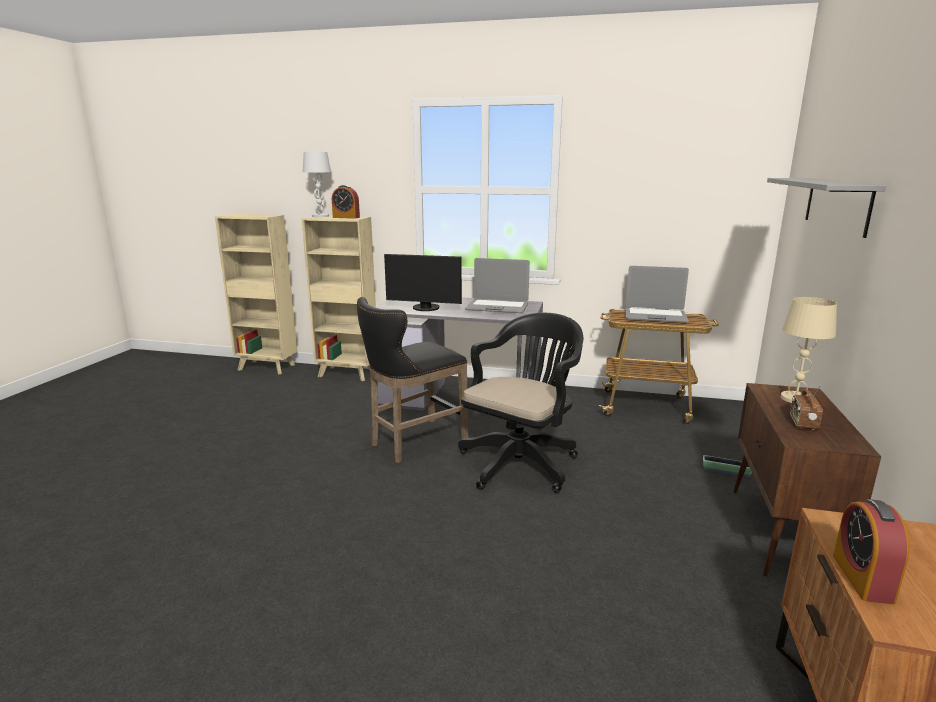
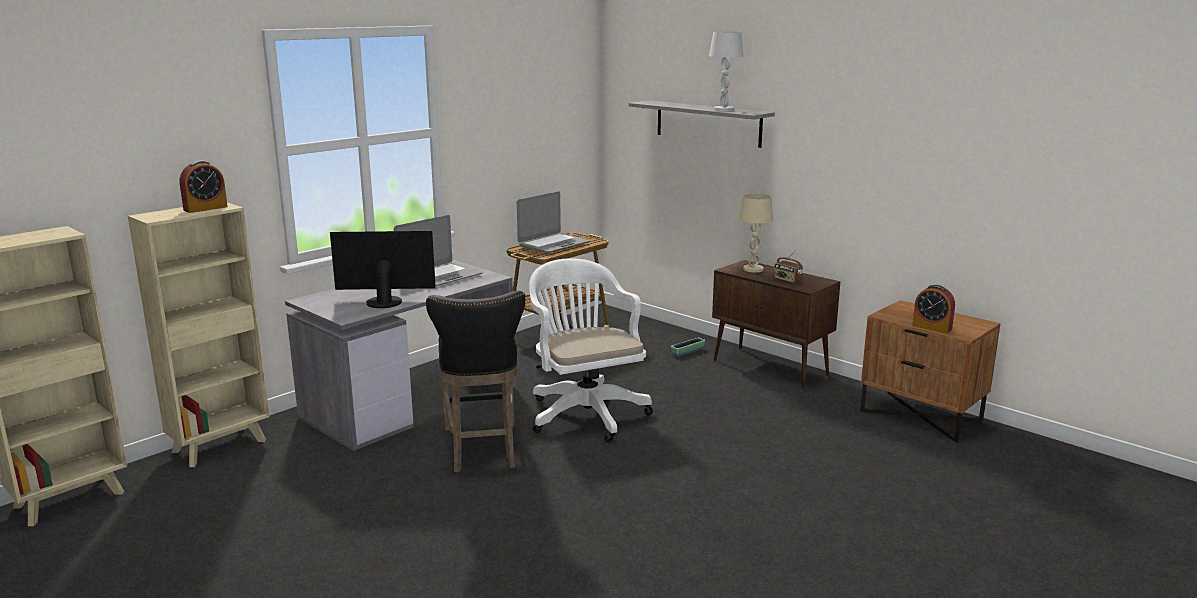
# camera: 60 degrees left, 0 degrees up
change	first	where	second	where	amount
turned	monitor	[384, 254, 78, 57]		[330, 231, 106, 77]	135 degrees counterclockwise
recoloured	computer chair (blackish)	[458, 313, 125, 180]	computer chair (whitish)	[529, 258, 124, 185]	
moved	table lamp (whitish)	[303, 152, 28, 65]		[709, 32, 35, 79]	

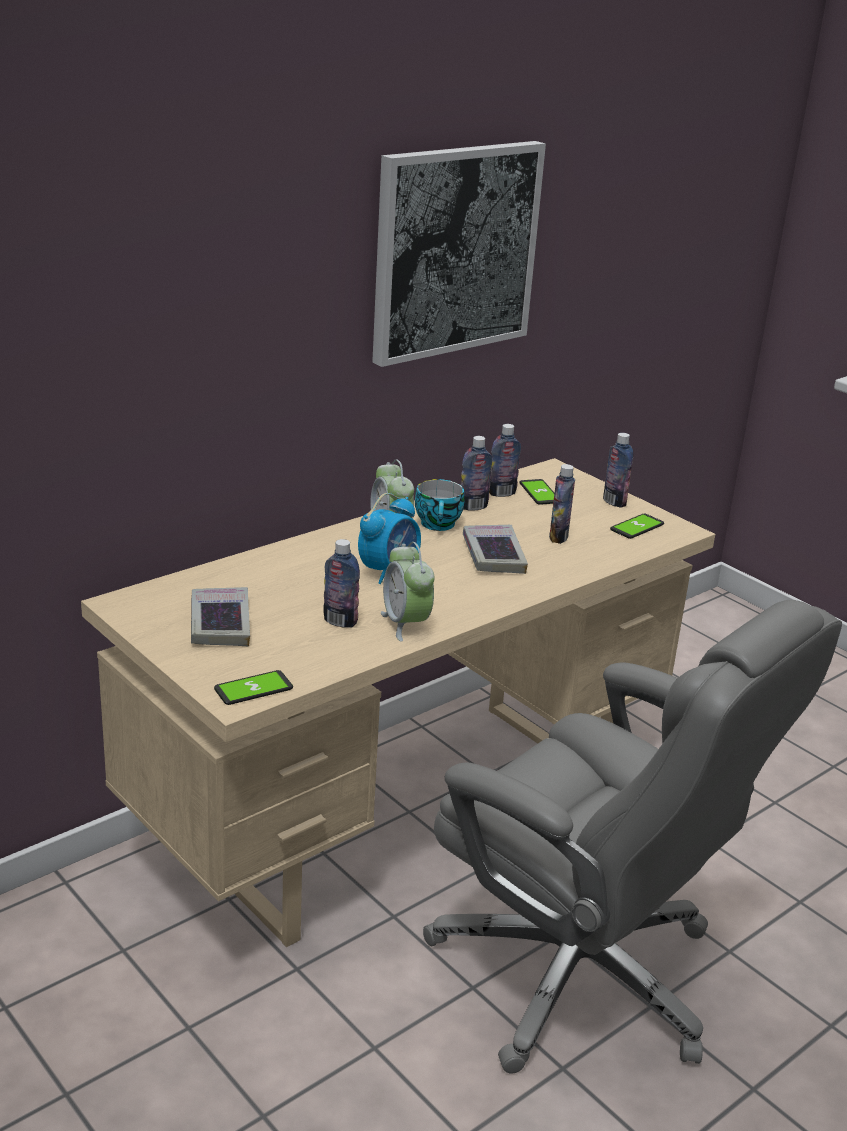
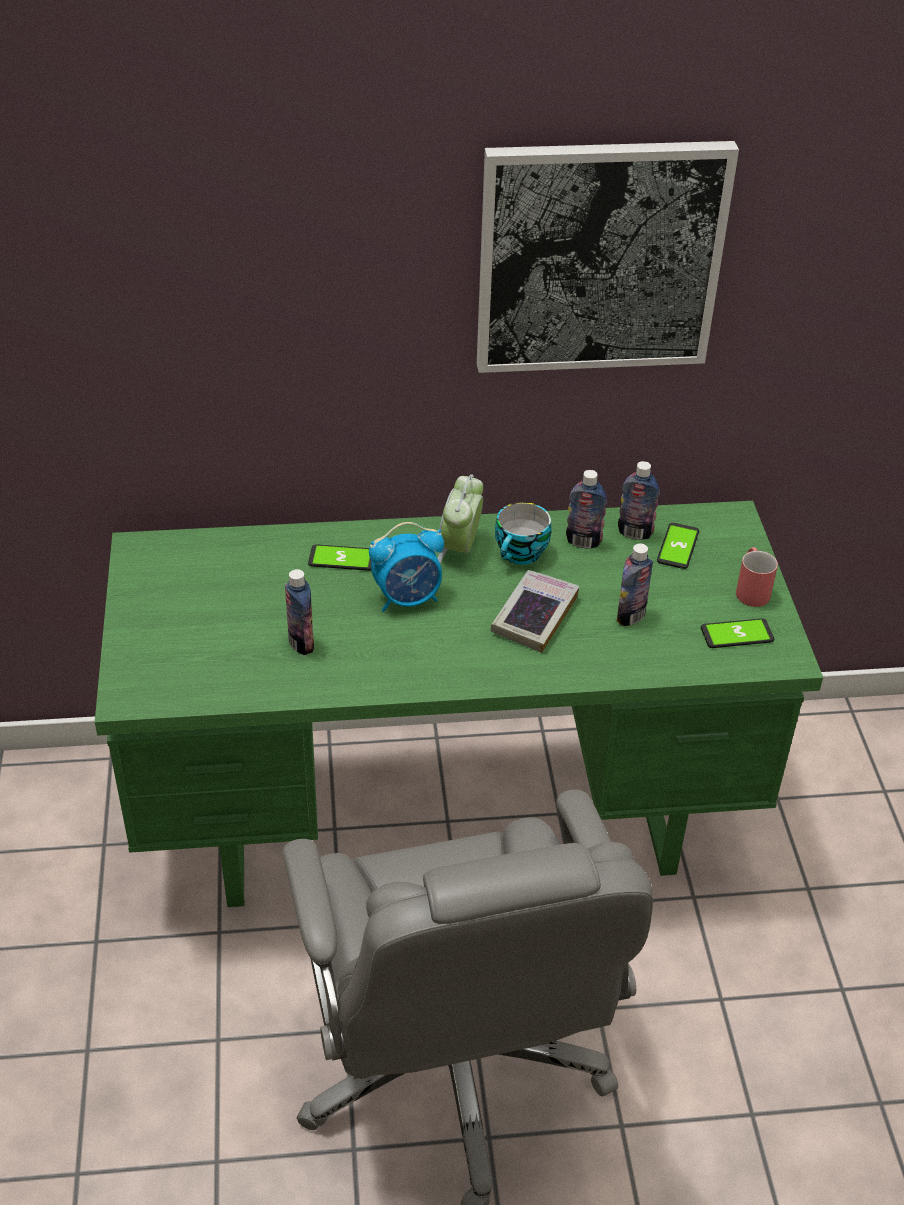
# camera: 35 degrees right, 15 degrees up
change	first	where	second	where	amount
recoloured	desk table (beige)	[81, 458, 634, 489]	desk table (green-coloured)	[95, 501, 728, 406]	
moved	handset	[214, 670, 79, 35]		[308, 544, 64, 27]	
replaced	drink bottle	[603, 433, 30, 75]	tea mug (reddish)	[736, 547, 42, 60]	
removed	volume	[191, 587, 59, 59]			
removed	bedside clock	[381, 542, 54, 100]			

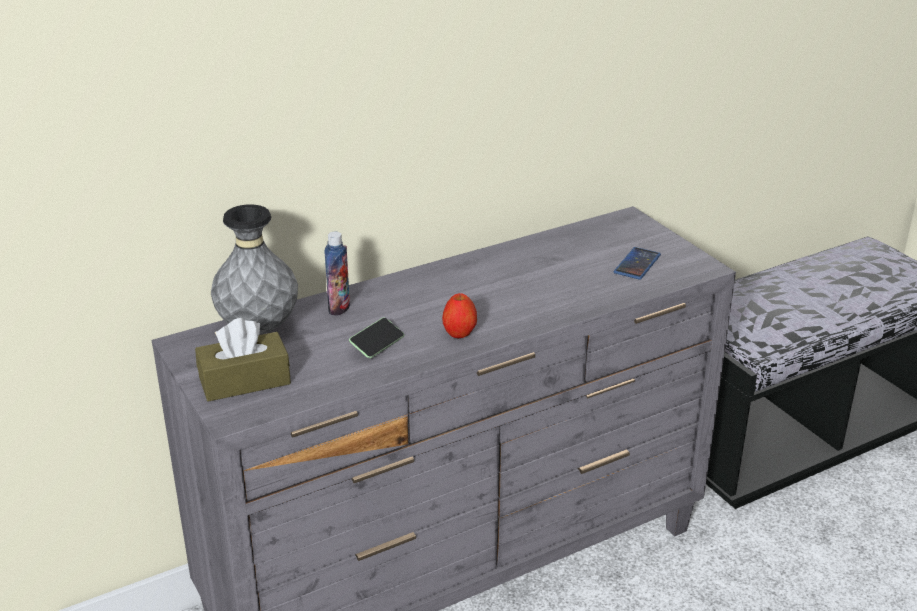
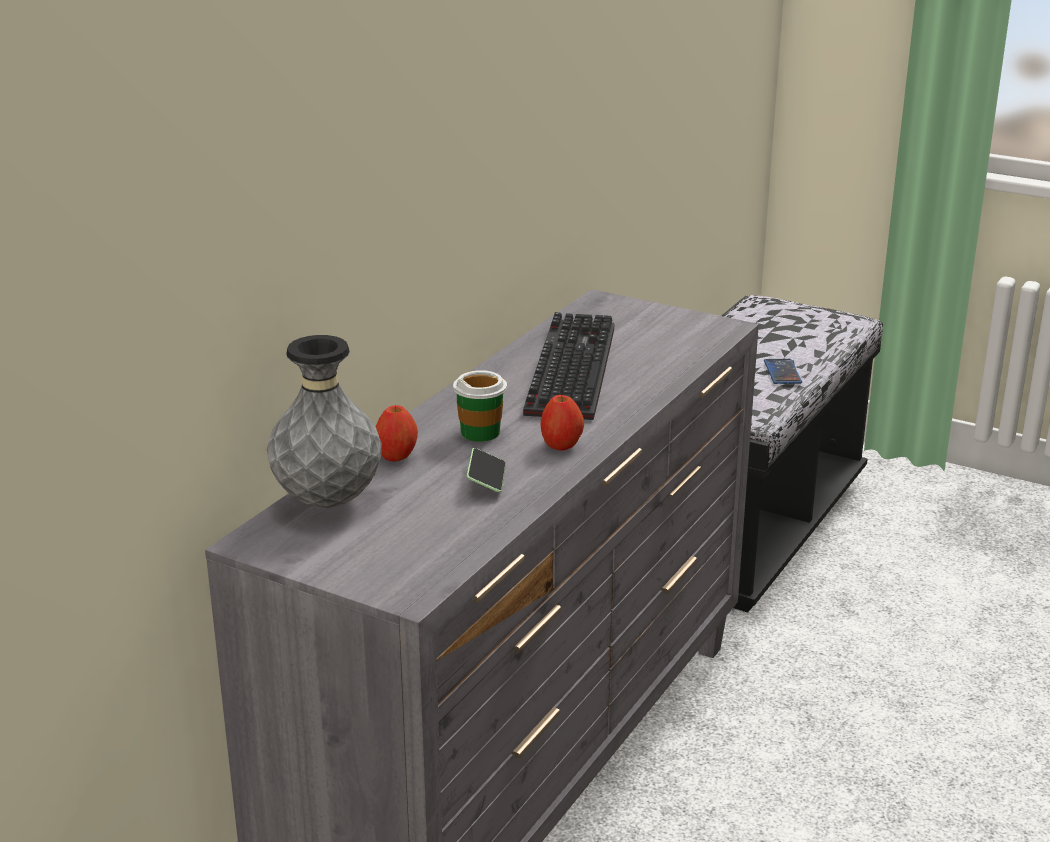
# camera: 30 degrees left, 5 degrees down
change	first	where	second	where	amount
replaced	drink bottle	[324, 232, 26, 84]	apple	[376, 405, 42, 57]	
added			small cup	[453, 370, 54, 72]	
added			PC keyboard	[523, 312, 92, 108]	
moved	handset	[614, 247, 47, 33]		[764, 359, 38, 25]	
removed	tissue box (brown)	[195, 318, 96, 84]			

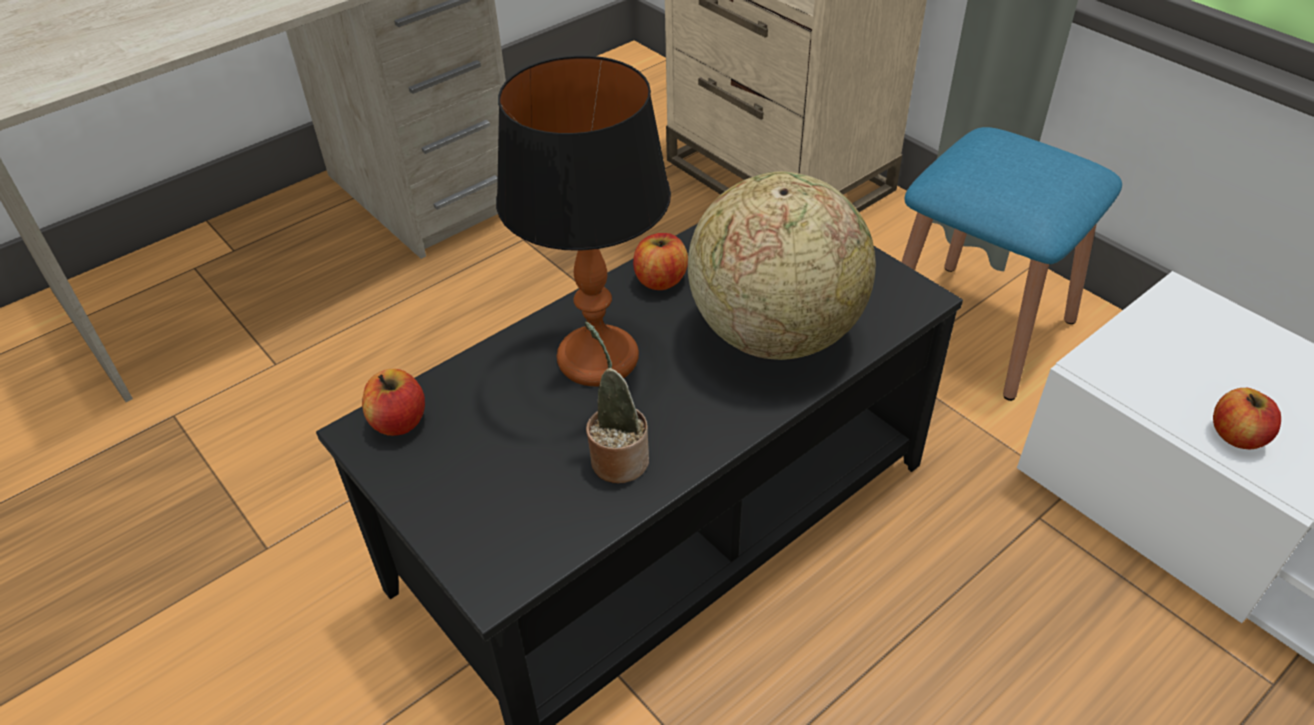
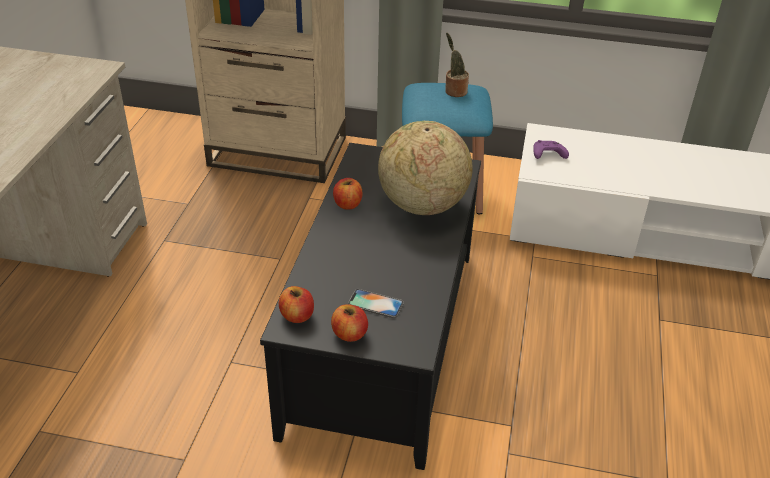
# camera: 40 degrees left, 5 degrees down
change	first	where	second	where	amount
moved	apple	[1213, 388, 68, 61]		[331, 304, 37, 38]	
added			handset	[348, 289, 56, 29]	
moved	houseplant	[585, 322, 64, 161]		[445, 32, 24, 65]	
added			game controller (purple-coloured)	[533, 140, 36, 19]	
removed	table lamp	[496, 56, 175, 330]			

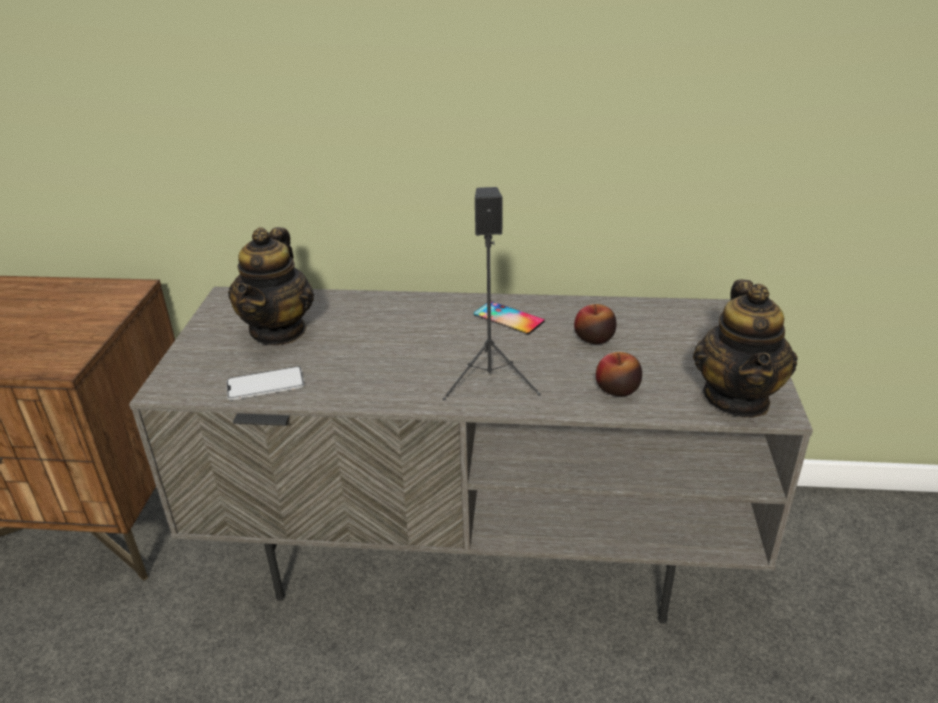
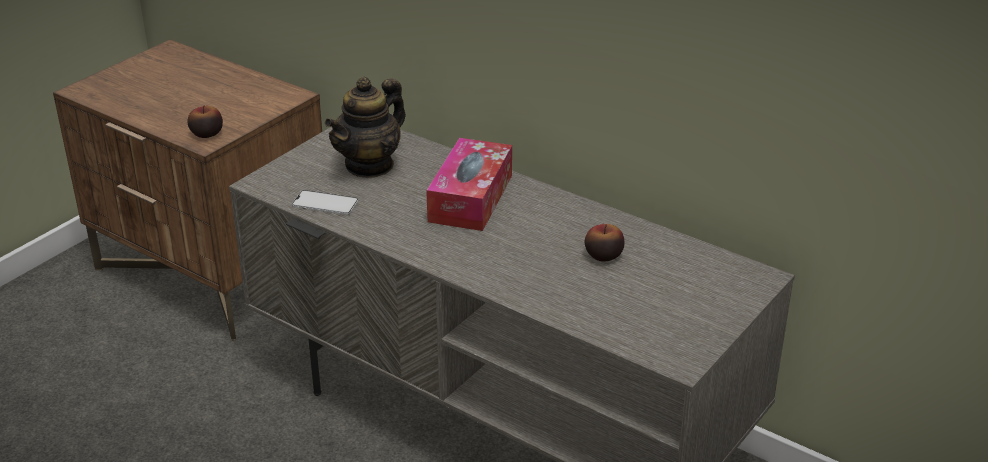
# camera: 30 degrees right, 0 degrees up
change	first	where	second	where	amount
moved	apple	[596, 352, 46, 44]		[187, 106, 36, 32]	
added			tissue box	[426, 138, 86, 93]	
removed	loudspeaker (blackish)	[443, 187, 98, 213]			
removed	handset	[474, 301, 71, 33]			
removed	tea pot	[693, 279, 105, 139]			

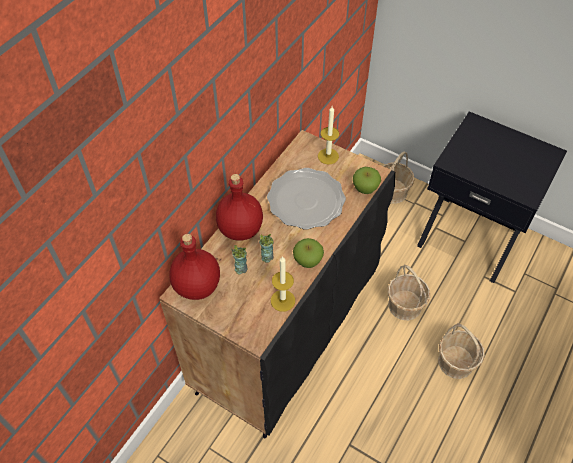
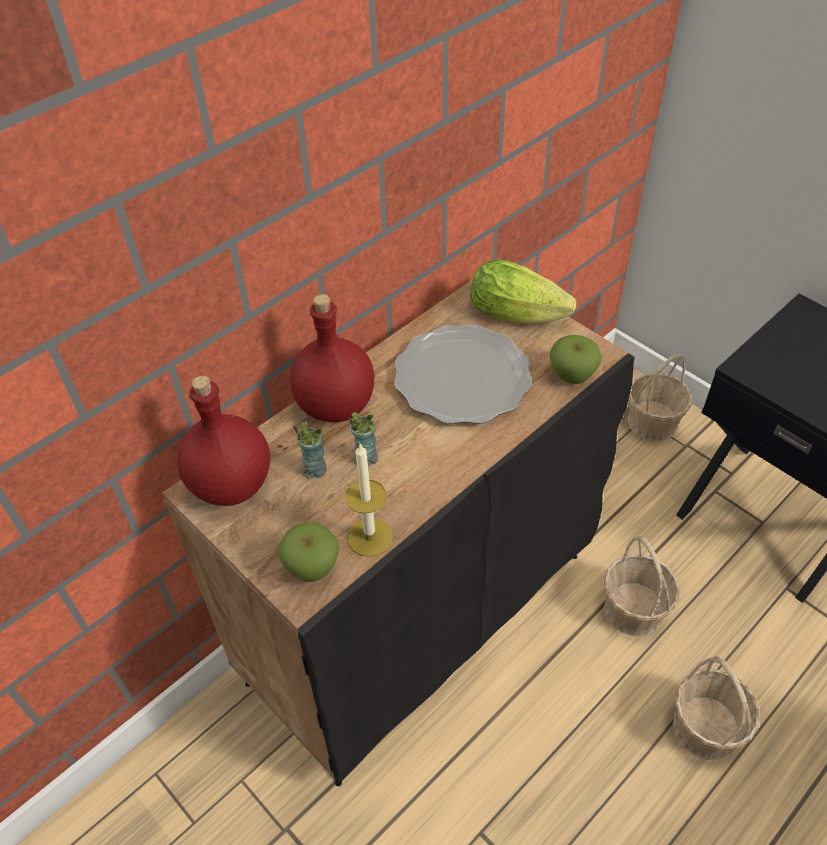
# camera: 15 degrees right, 5 degrees down
change	first	where	second	where	amount
moved	apple	[293, 238, 31, 30]		[277, 523, 62, 59]	
replaced	wax light	[318, 106, 21, 58]	lettuce head	[470, 259, 106, 65]	

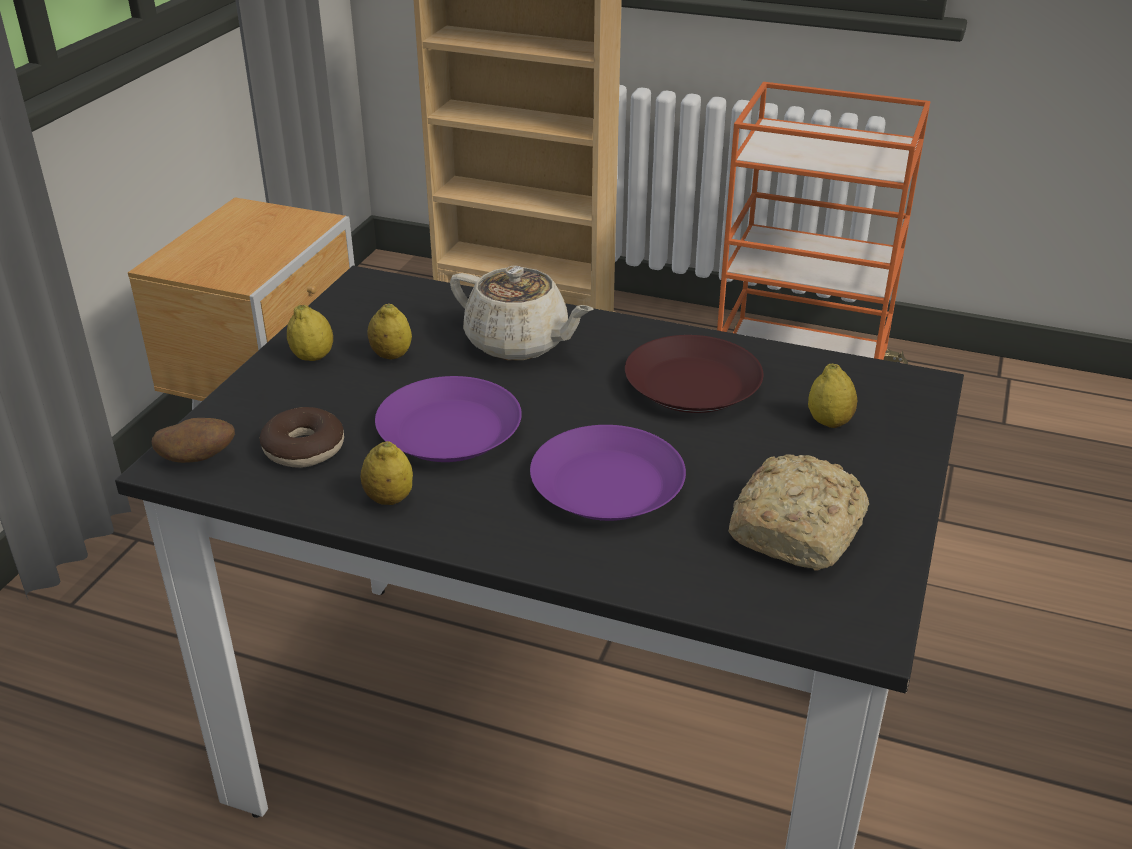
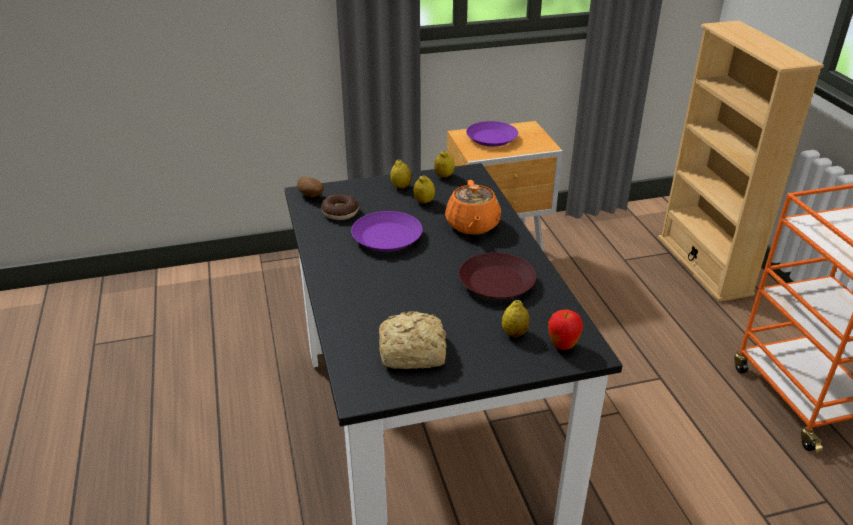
# camera: 55 degrees right, 0 degrees up
change	first	where	second	where	amount
moved	lemon	[360, 441, 53, 64]		[434, 151, 20, 27]	
recoloured	tea pot (beige)	[450, 266, 144, 94]	tea pot (orange)	[445, 180, 56, 55]	
moved	dinner plate (purple-coloured)	[530, 425, 156, 96]		[466, 121, 52, 26]	
added			apple	[548, 310, 35, 40]	

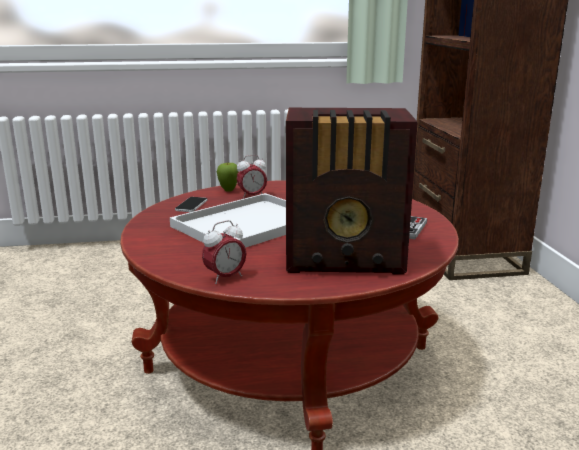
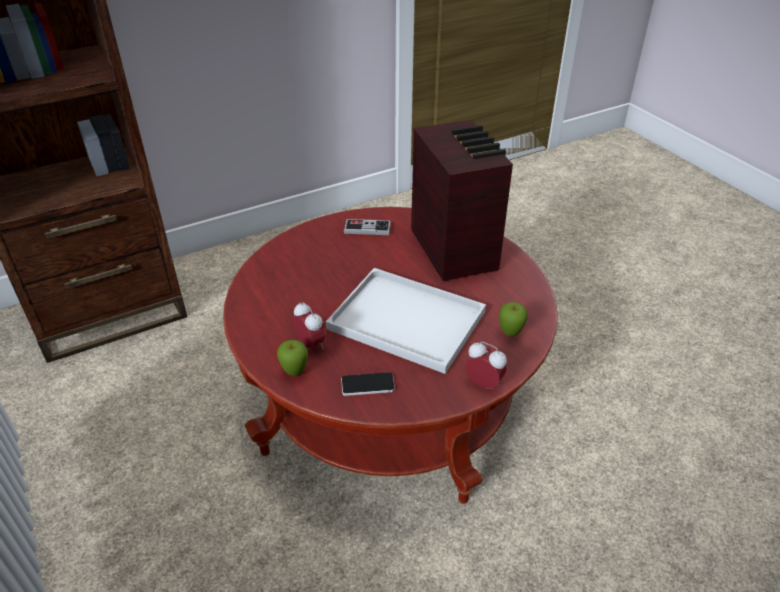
# camera: 110 degrees left, 20 degrees up
change	first	where	second	where	amount
moved	bedside clock	[202, 220, 44, 64]		[465, 342, 42, 47]	
added			apple	[499, 302, 29, 35]	

